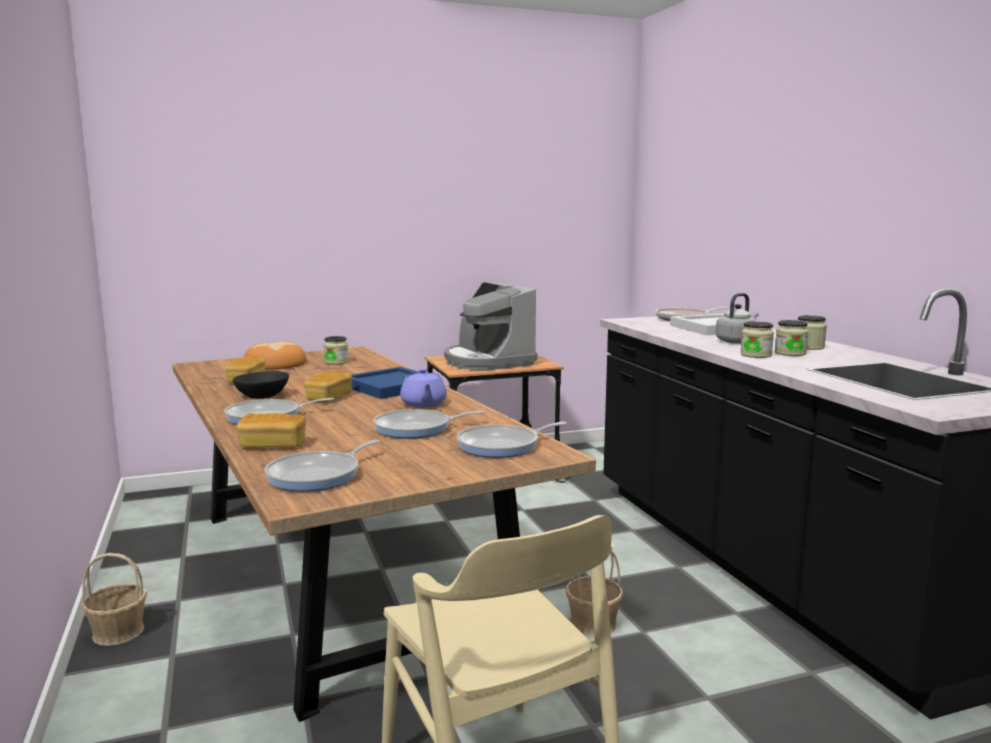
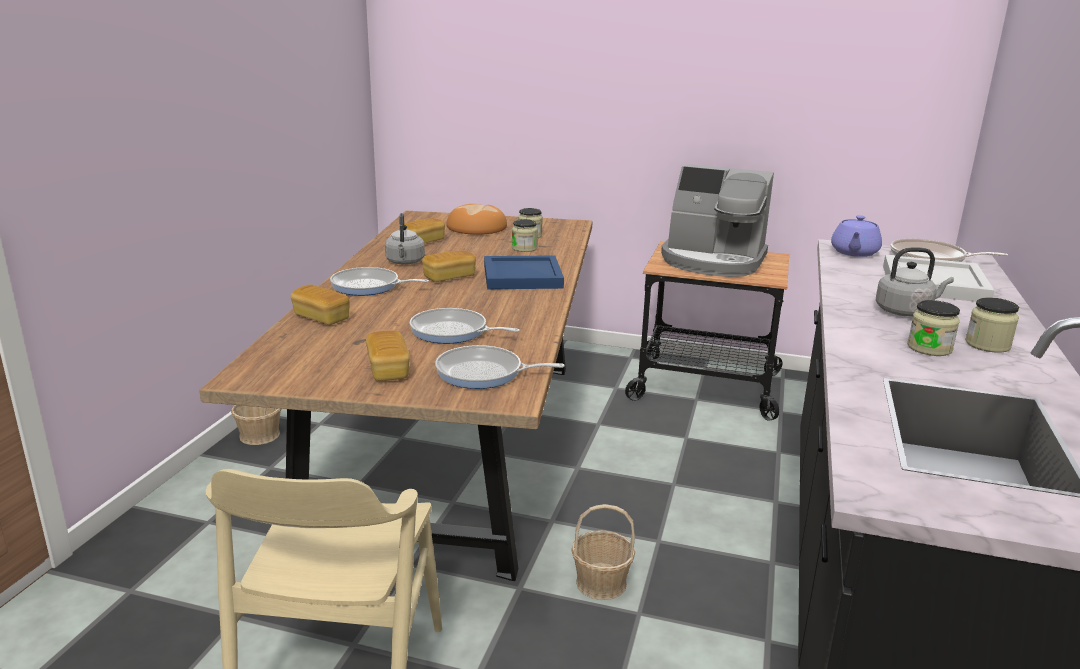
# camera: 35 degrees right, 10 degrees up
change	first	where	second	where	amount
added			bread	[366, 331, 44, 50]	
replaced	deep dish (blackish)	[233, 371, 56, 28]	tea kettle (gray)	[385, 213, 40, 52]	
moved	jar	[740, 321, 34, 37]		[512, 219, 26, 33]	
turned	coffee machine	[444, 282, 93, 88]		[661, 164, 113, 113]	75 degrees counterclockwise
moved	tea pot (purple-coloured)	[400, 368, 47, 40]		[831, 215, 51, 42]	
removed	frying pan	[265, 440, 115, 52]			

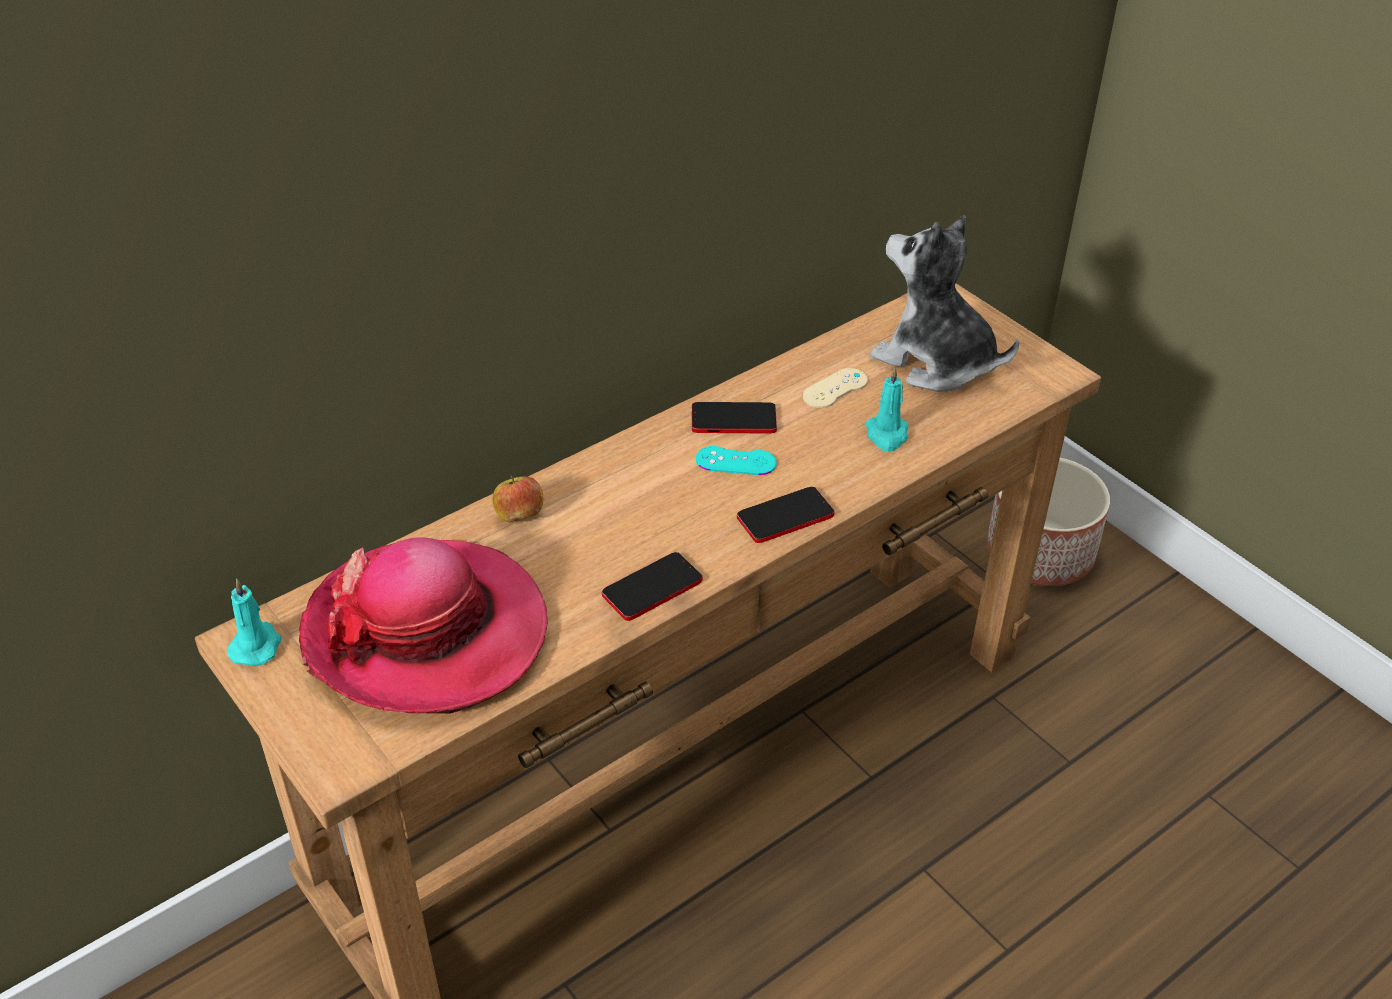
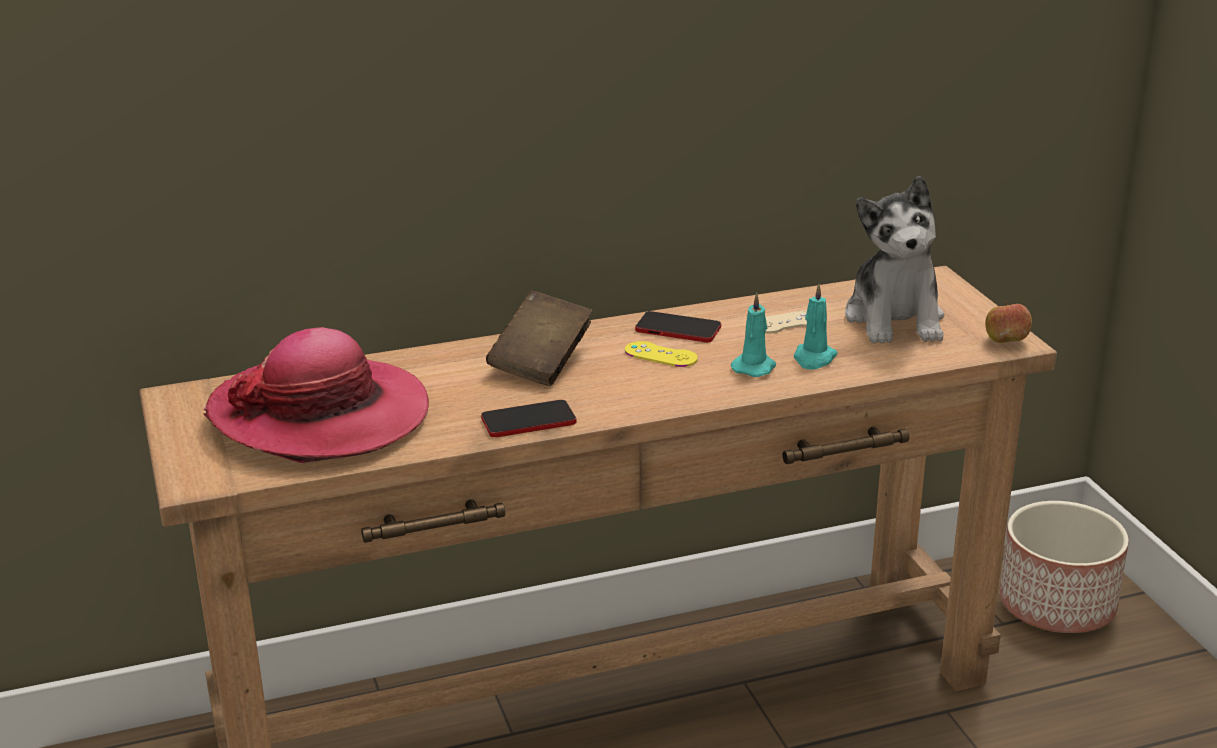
# camera: 20 degrees right, 15 degrees down
change	first	where	second	where	amount
added			volume (brown)	[486, 291, 107, 95]	
recoloured	game controller (blue-green)	[696, 446, 81, 29]	game controller (yellow)	[625, 341, 73, 26]	
moved	wax light (blue-green)	[227, 579, 54, 87]		[731, 293, 45, 84]	
turned	soft toy	[870, 215, 150, 177]		[845, 176, 100, 168]	150 degrees counterclockwise
moved	apple	[493, 476, 50, 46]		[985, 301, 47, 42]	
removed	handset	[737, 487, 97, 56]			

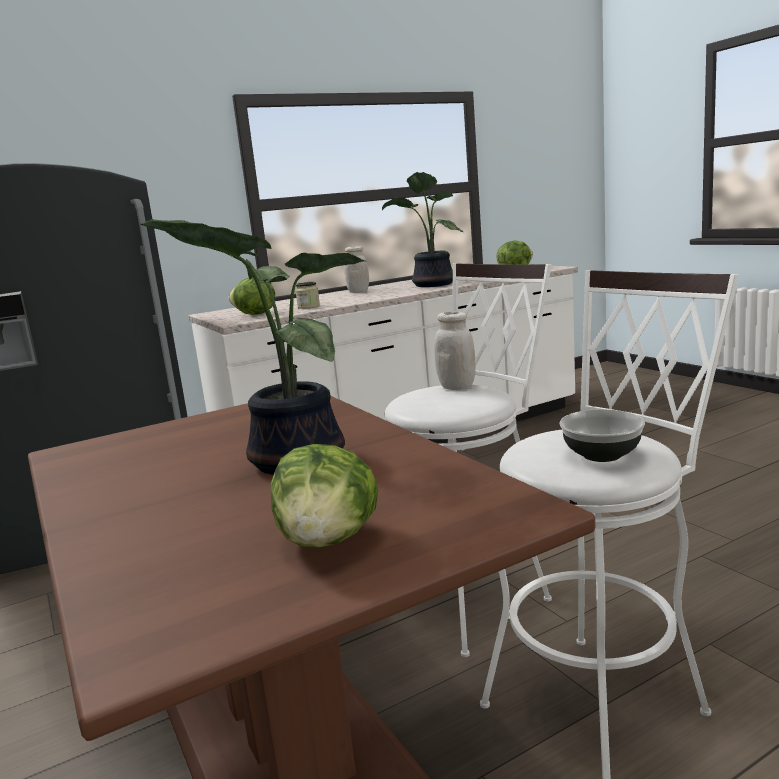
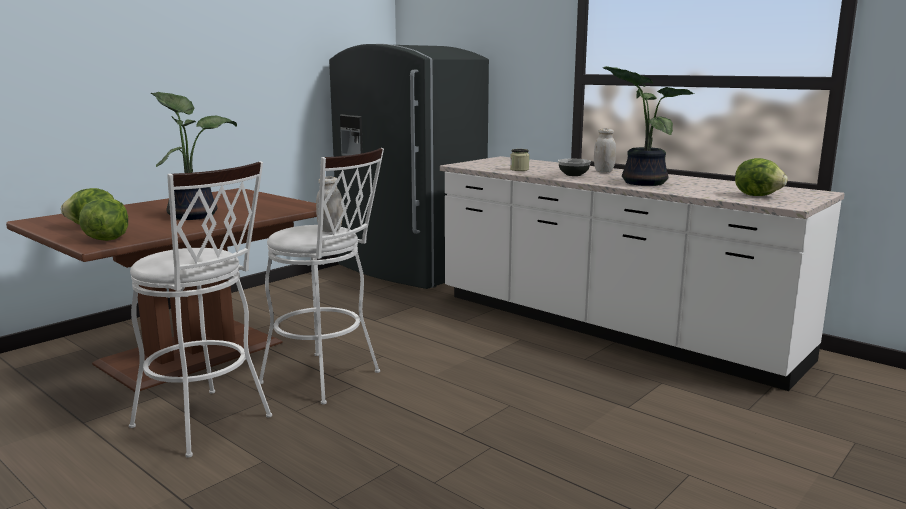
# camera: 70 degrees right, 0 degrees up
change	first	where	second	where	amount
moved	lettuce head	[229, 278, 46, 37]		[79, 198, 49, 43]	
moved	deep dish	[559, 409, 86, 53]		[558, 159, 33, 17]	

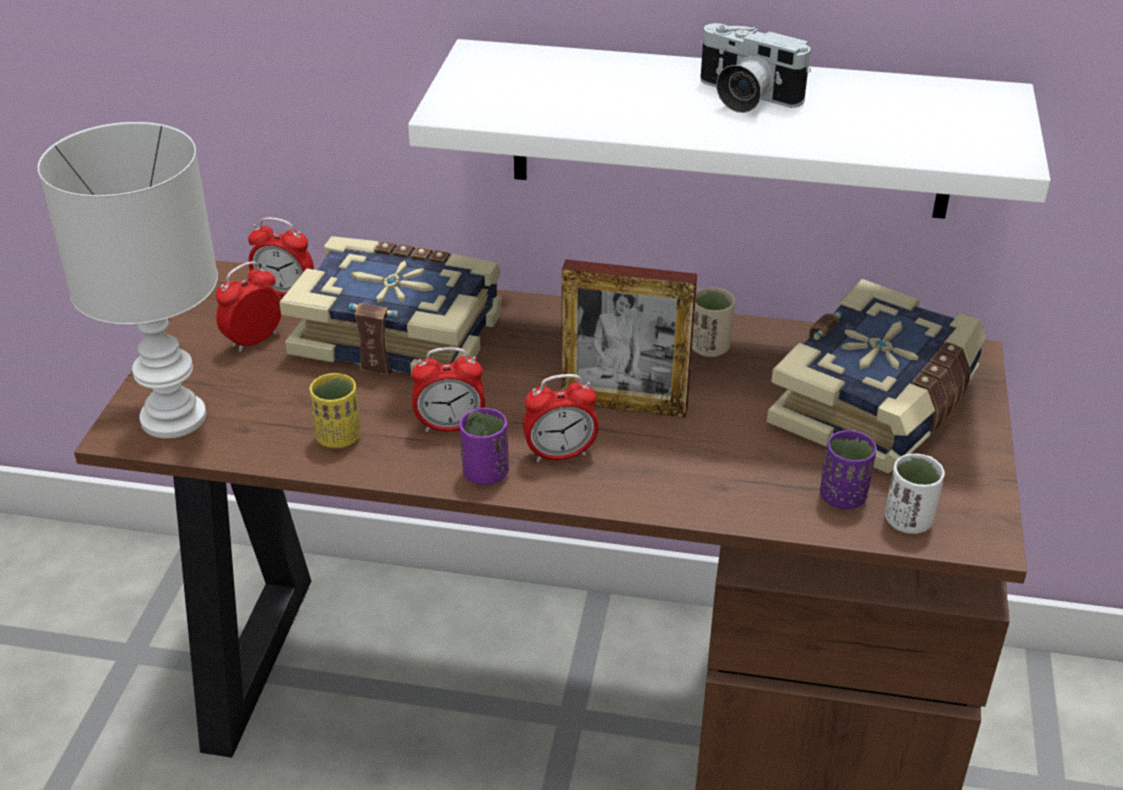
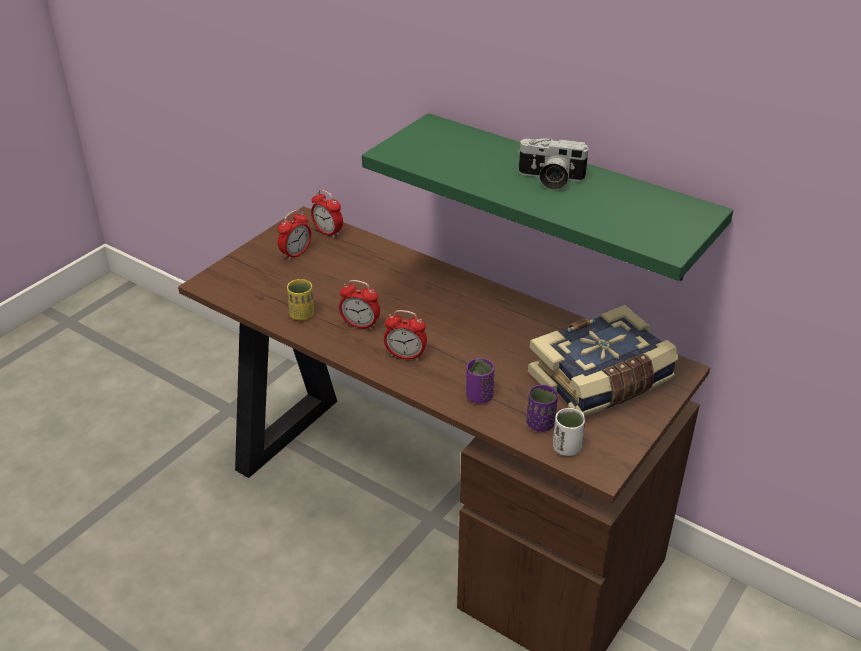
# camera: 25 degrees right, 0 degrees up
change	first	where	second	where	amount
turned	bedside clock	[216, 261, 65, 91]		[278, 210, 33, 51]	150 degrees clockwise
recoloured	bracket shelf (whitish)	[408, 39, 643, 180]	bracket shelf (green-coloured)	[362, 113, 371, 168]	
moved	small cup (purple-coloured)	[460, 408, 49, 77]		[466, 358, 28, 46]	
turned	still camera	[700, 23, 111, 90]		[517, 138, 73, 52]	45 degrees counterclockwise
removed	table lamp (whitish)	[38, 122, 180, 317]			
removed	volume	[279, 236, 223, 141]			
removed	standing frame	[562, 259, 135, 159]			
removed	small cup (beige)	[692, 287, 43, 70]			

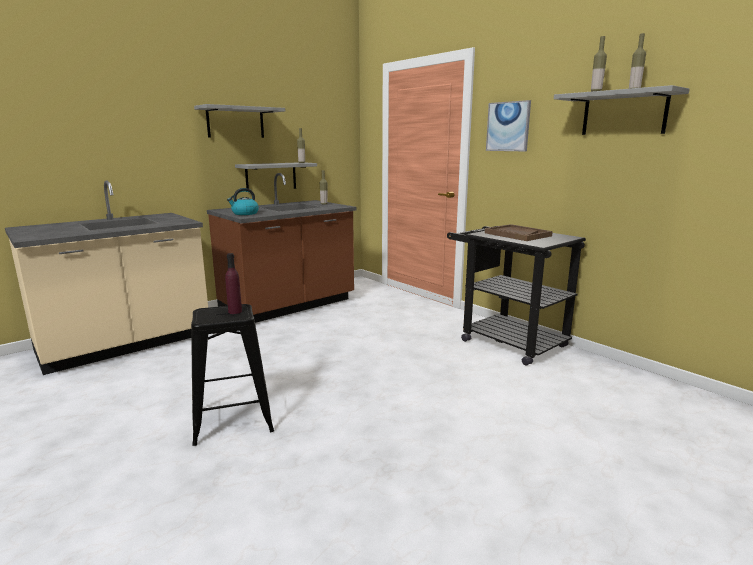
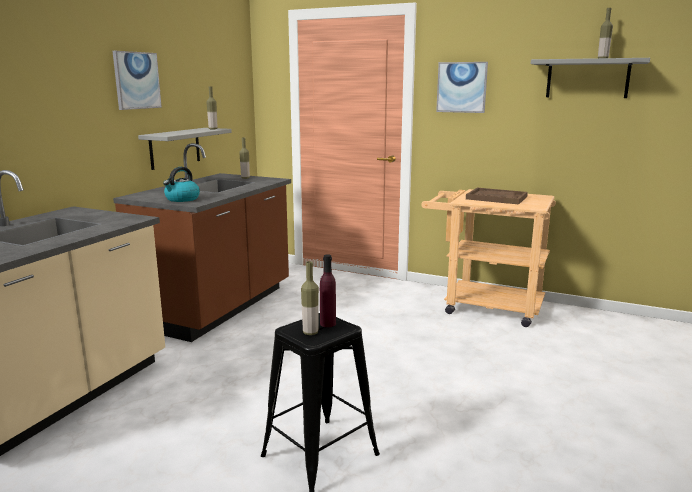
# camera: 25 degrees left, 0 degrees up
change	first	where	second	where	amount
replaced	bracket shelf (gray)	[194, 104, 91, 34]	picture	[113, 51, 49, 59]	
moved	drink bottle	[591, 36, 16, 56]		[301, 261, 18, 74]	
recoloured	wheeled cart (blackish)	[447, 226, 139, 140]	wheeled cart (beige)	[421, 189, 135, 138]	

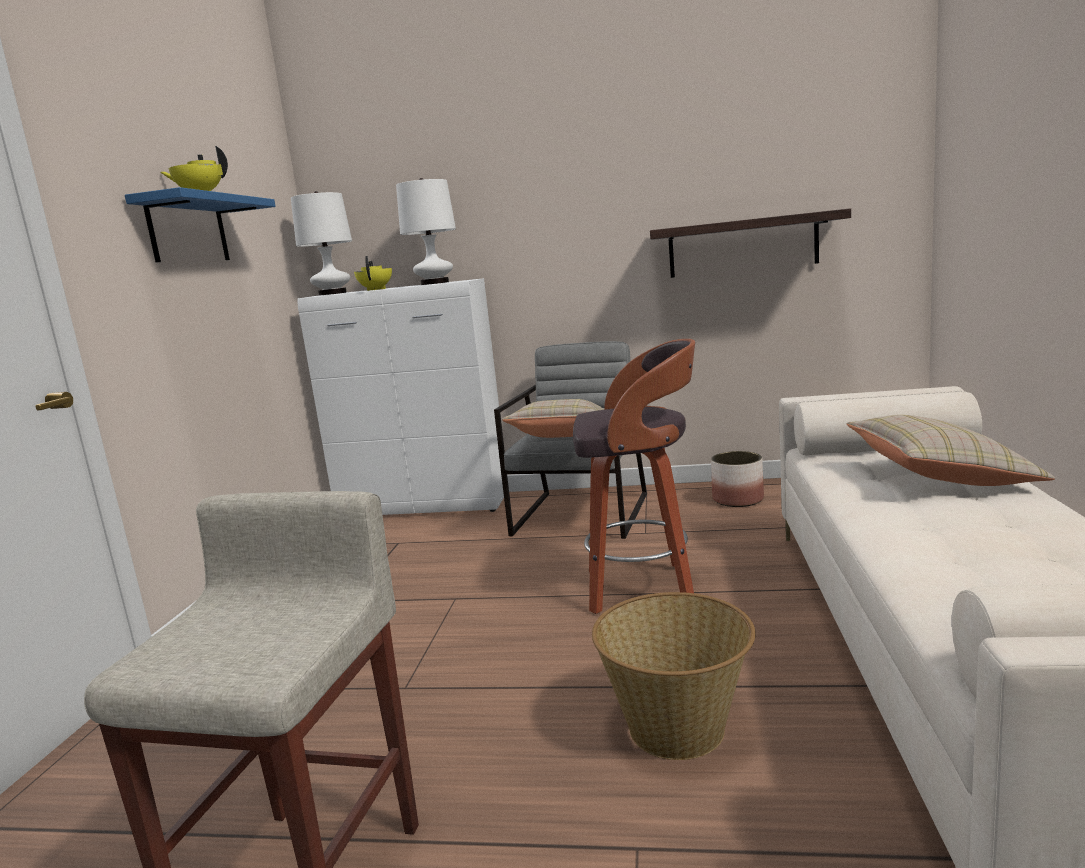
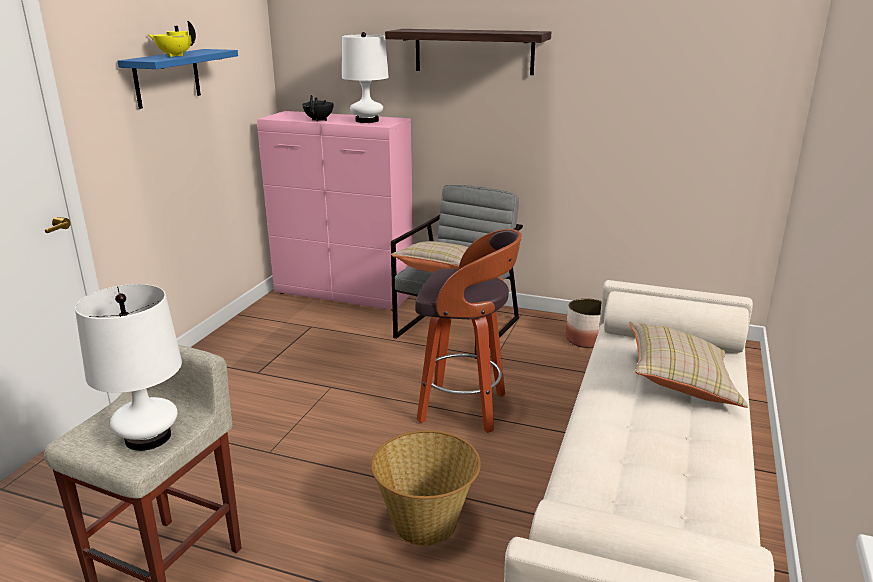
# camera: 10 degrees right, 10 degrees up
change	first	where	second	where	amount
moved	table lamp (whitish)	[291, 191, 61, 105]		[75, 284, 107, 167]	
recoloured	cabinet (whitish)	[297, 278, 212, 237]	cabinet (pink)	[257, 111, 156, 200]	
recoloured	tea pot (yellow)	[354, 256, 38, 35]	tea pot (blackish)	[302, 95, 32, 27]	
moved	bracket shelf	[650, 208, 201, 70]		[385, 29, 166, 46]	

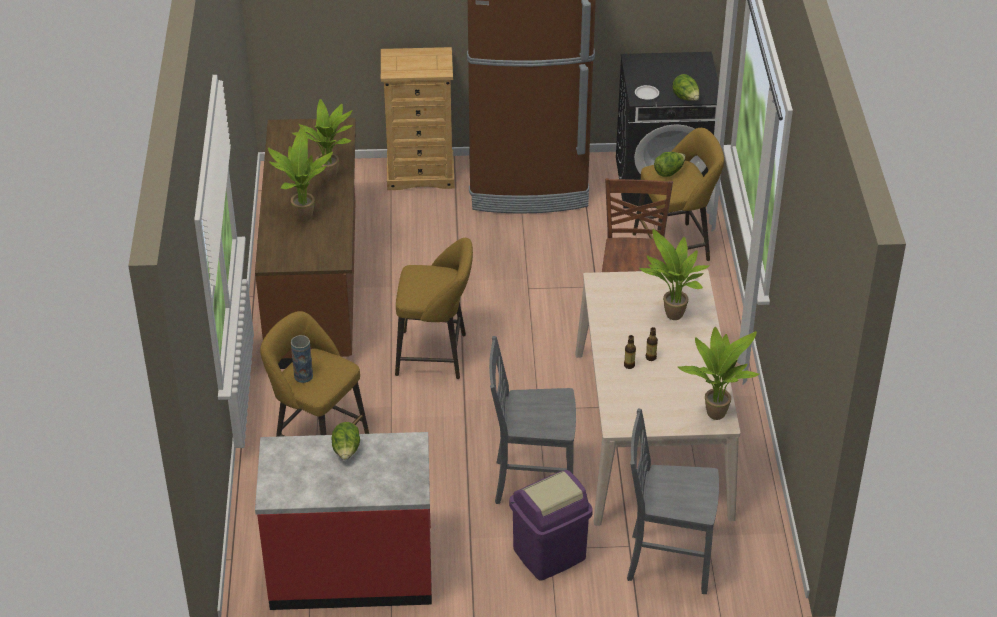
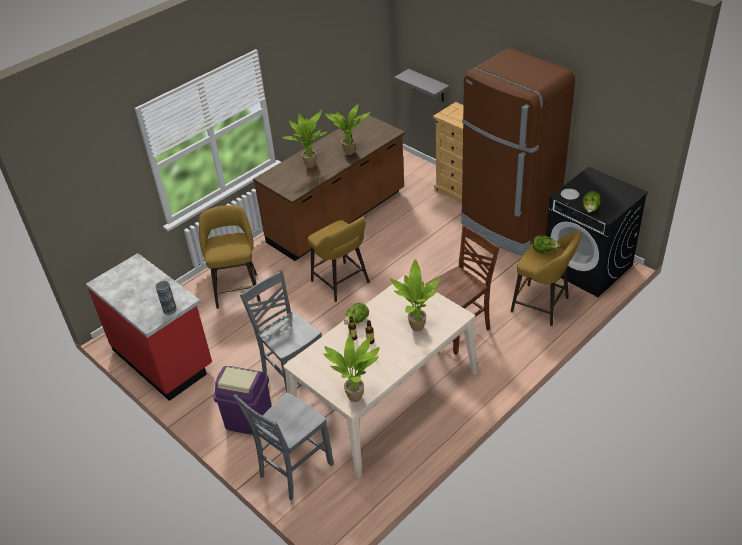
# camera: 50 degrees right, 0 degrees up
change	first	where	second	where	amount
moved	flower vase	[291, 335, 22, 48]		[156, 281, 21, 34]	
turned	chair (gray)	[627, 409, 92, 185]		[234, 393, 100, 107]	105 degrees counterclockwise
moved	lettuce head	[331, 422, 29, 38]		[344, 303, 25, 22]	
added			bracket shelf (gray)	[394, 69, 55, 32]	

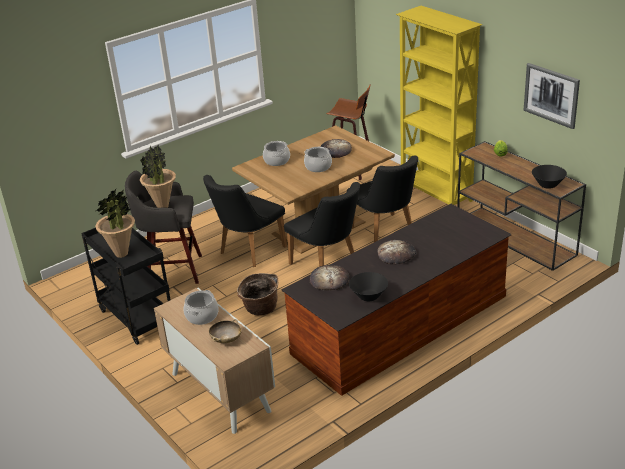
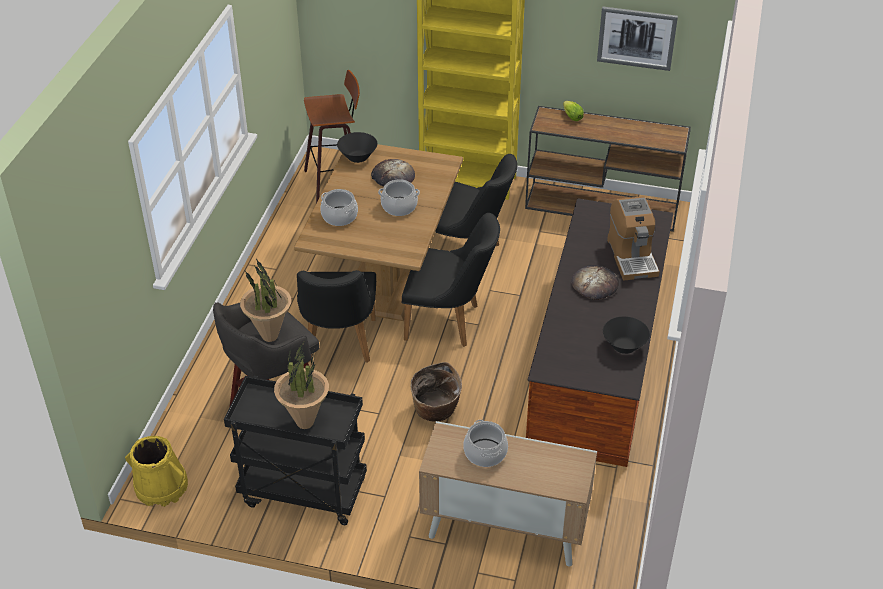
# camera: 40 degrees left, 10 degrees up
change	first	where	second	where	amount
added			bucket (yellow)	[125, 436, 63, 71]	
moved	deep dish (blackish)	[532, 165, 35, 24]		[337, 132, 41, 31]	
added			coffee machine	[607, 196, 53, 85]	
removed	deep dish (beige)	[209, 319, 33, 24]			
removed	bread	[310, 265, 39, 26]			

